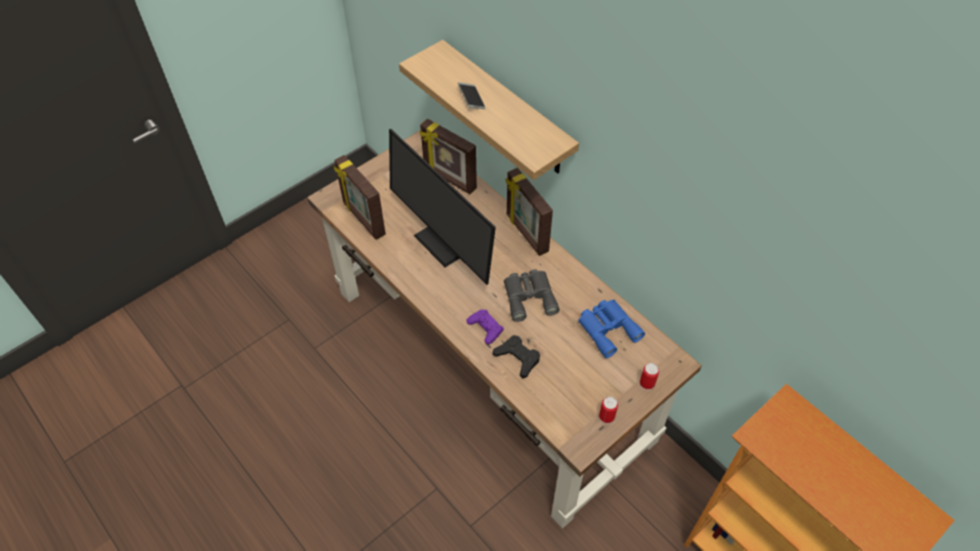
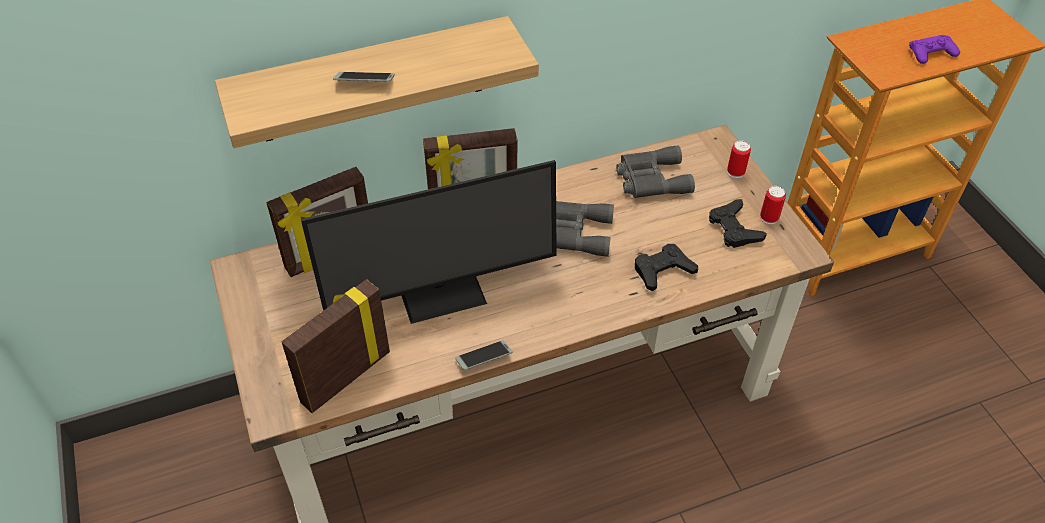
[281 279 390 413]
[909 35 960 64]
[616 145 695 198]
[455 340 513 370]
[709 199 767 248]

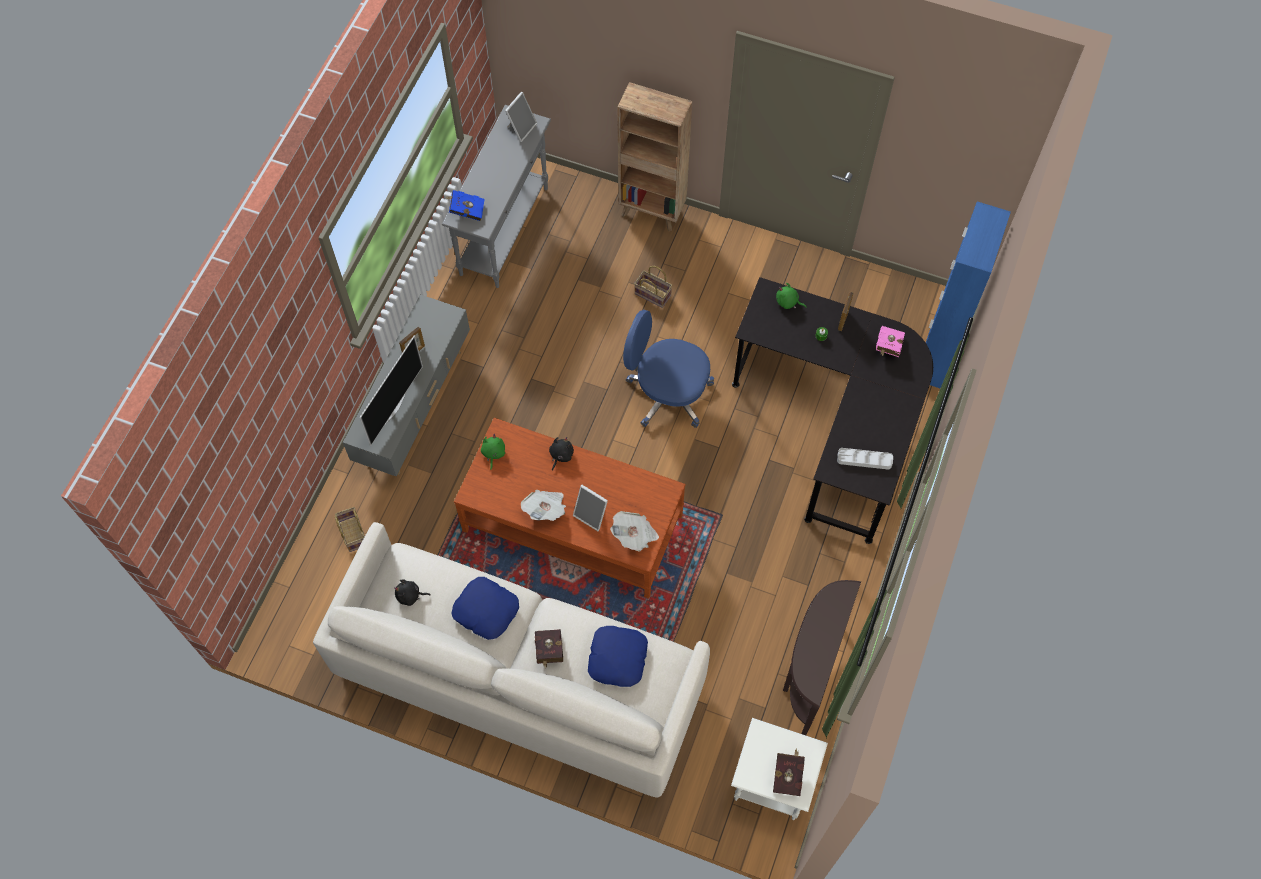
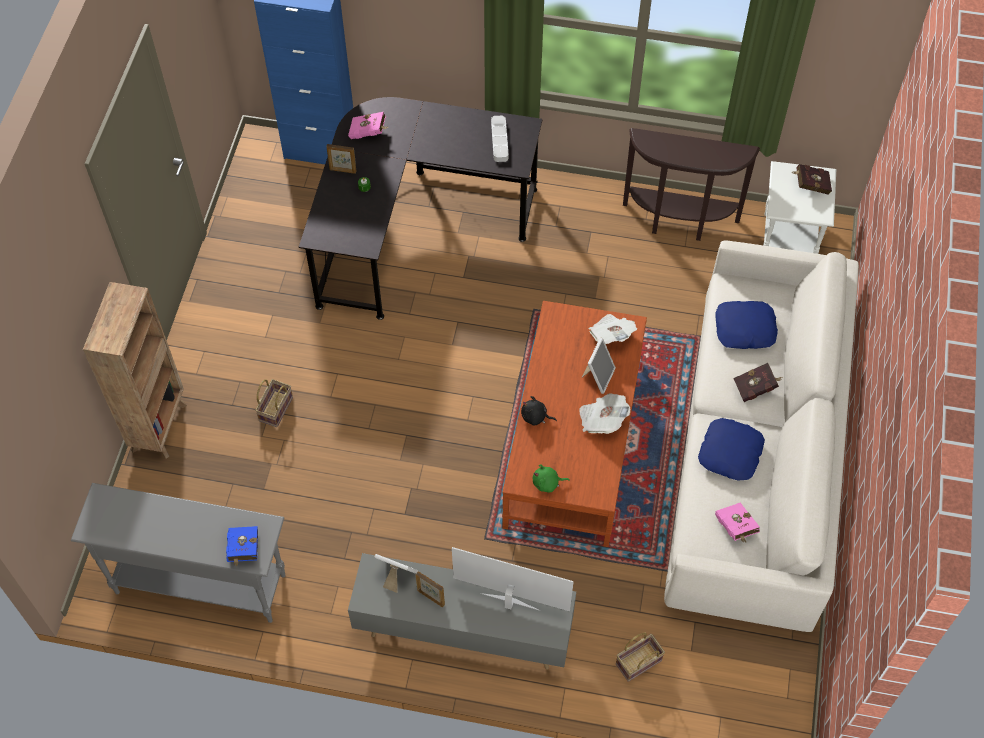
[715 503 760 543]
[374 554 418 593]
[623 310 714 428] (first image)
[776 283 807 309] (first image)

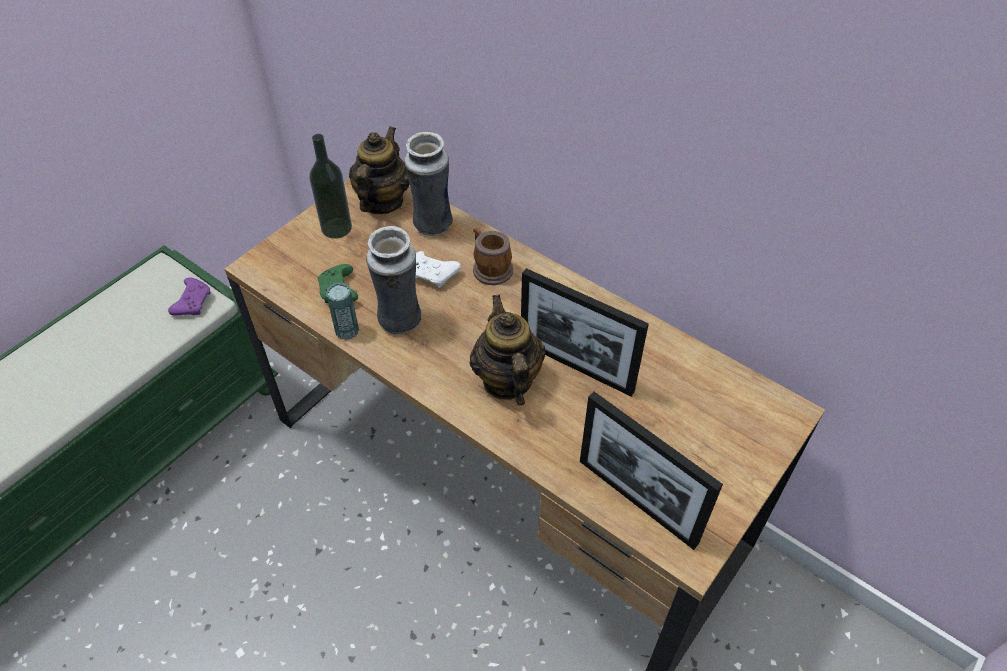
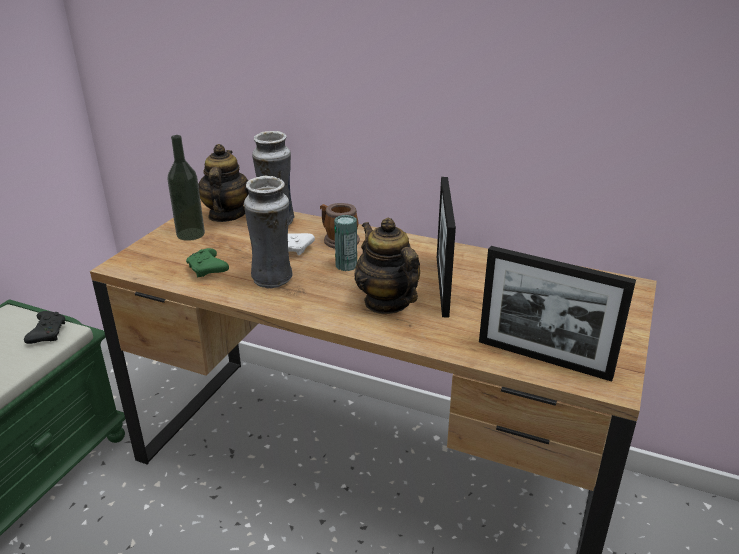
[24 311 65 344]
[334 215 357 271]
[437 177 456 317]

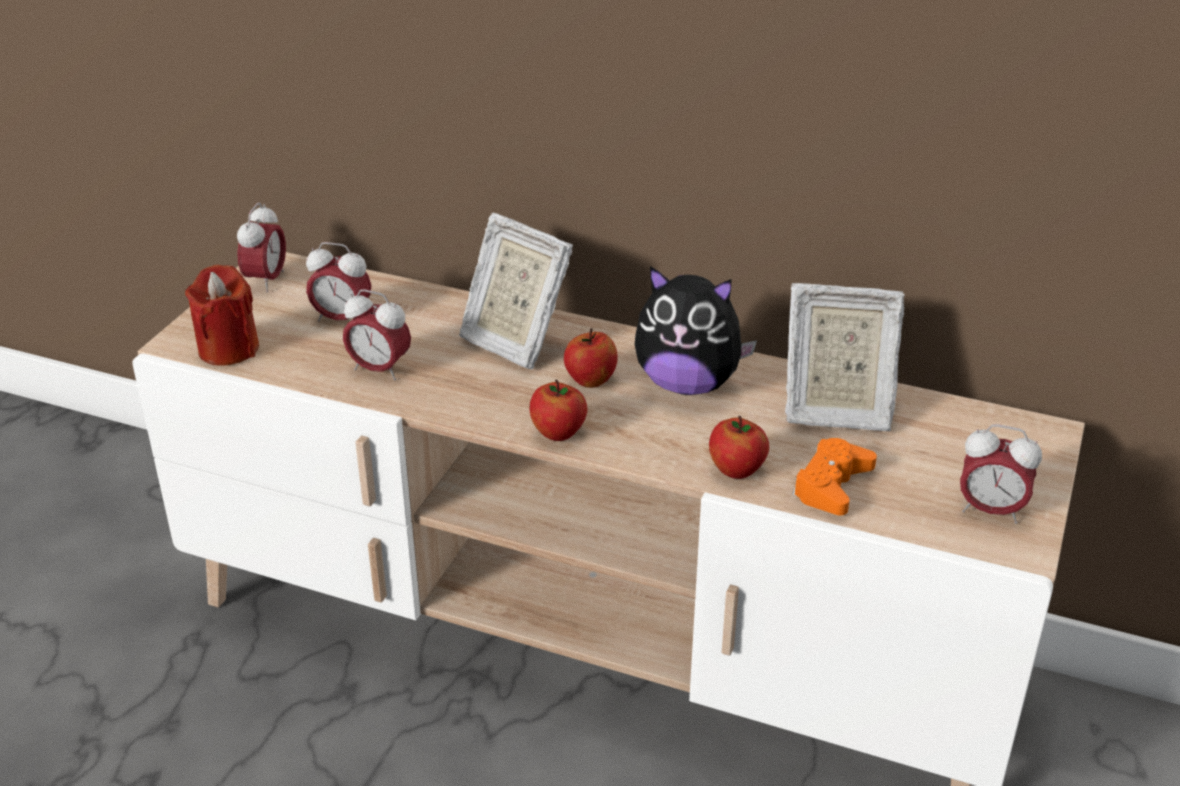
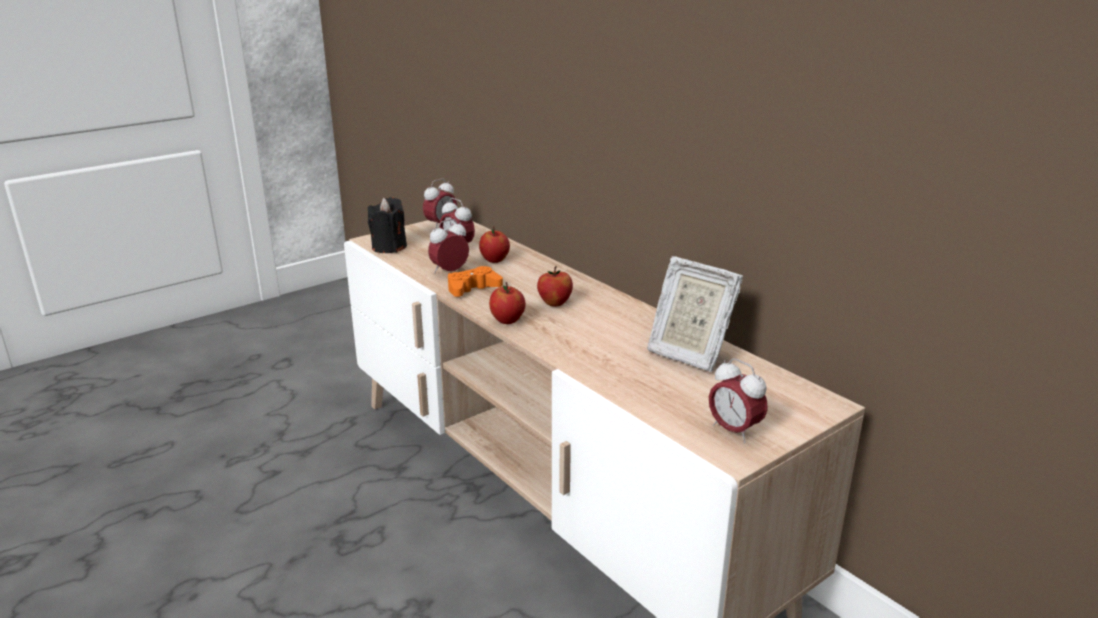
[368 197 407 253]
[428 219 469 273]
[459 213 573 370] (first image)
[635 266 757 395] (first image)
[479 226 510 263]
[448 266 503 297]

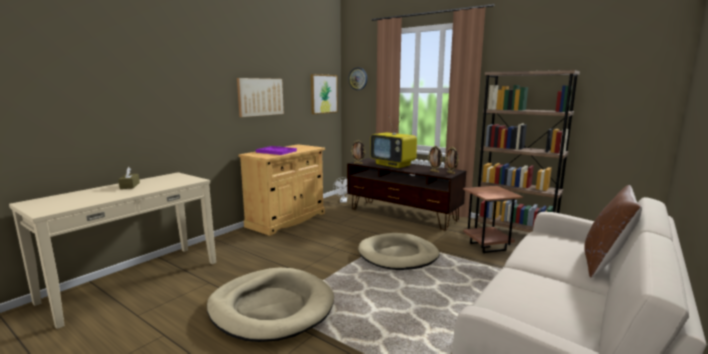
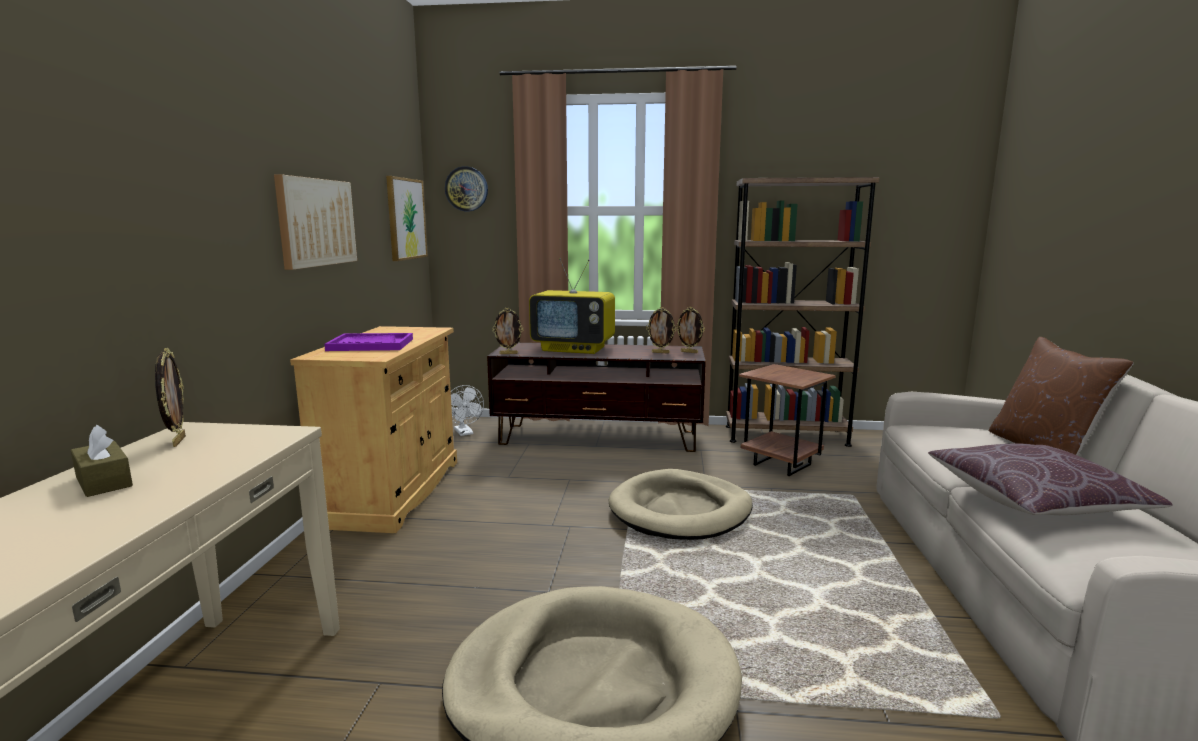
[155 348 186 447]
[928 444 1172 515]

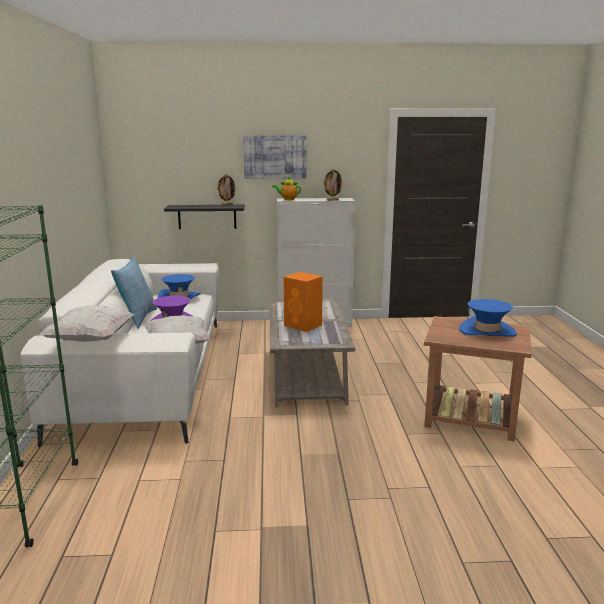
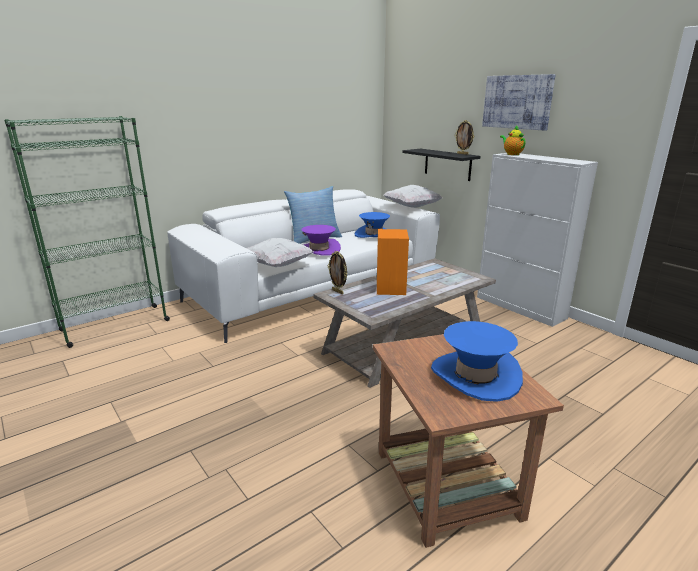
[384 185 442 208]
[328 251 347 294]

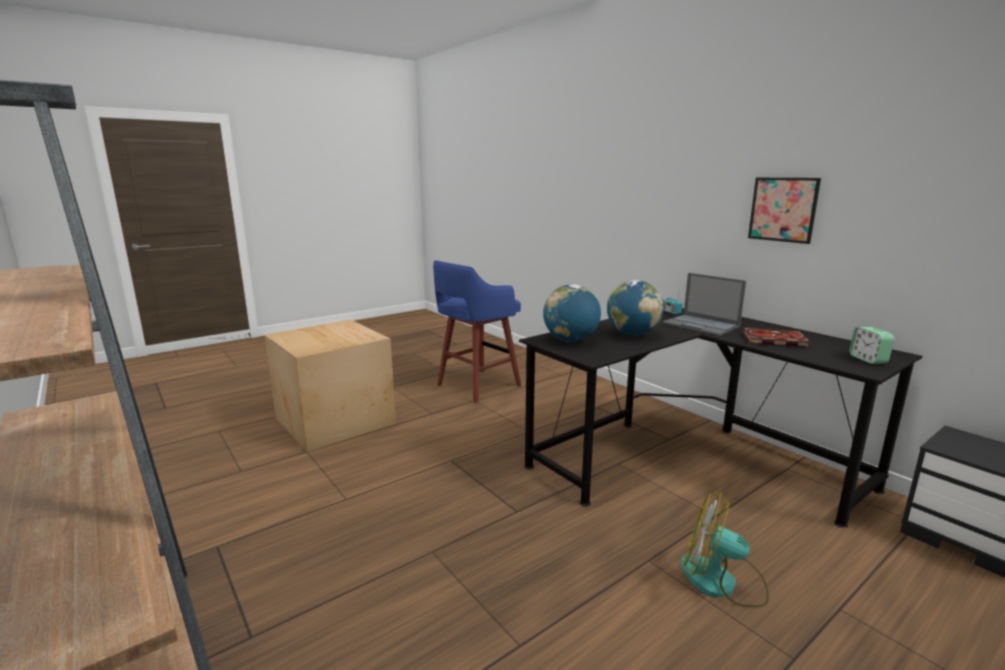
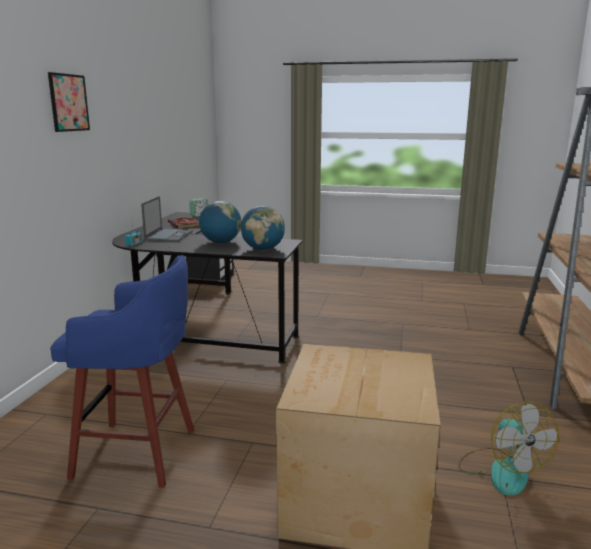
[458 401 559 496]
[48 72 90 132]

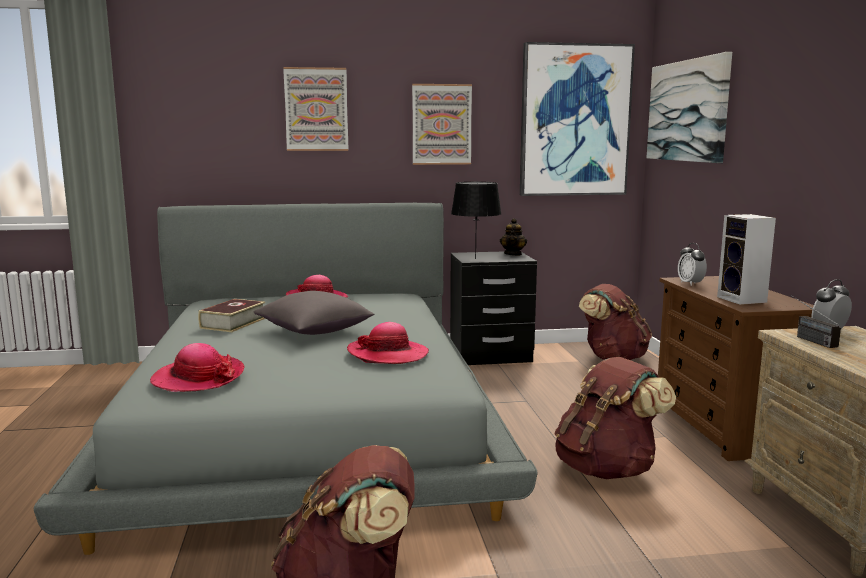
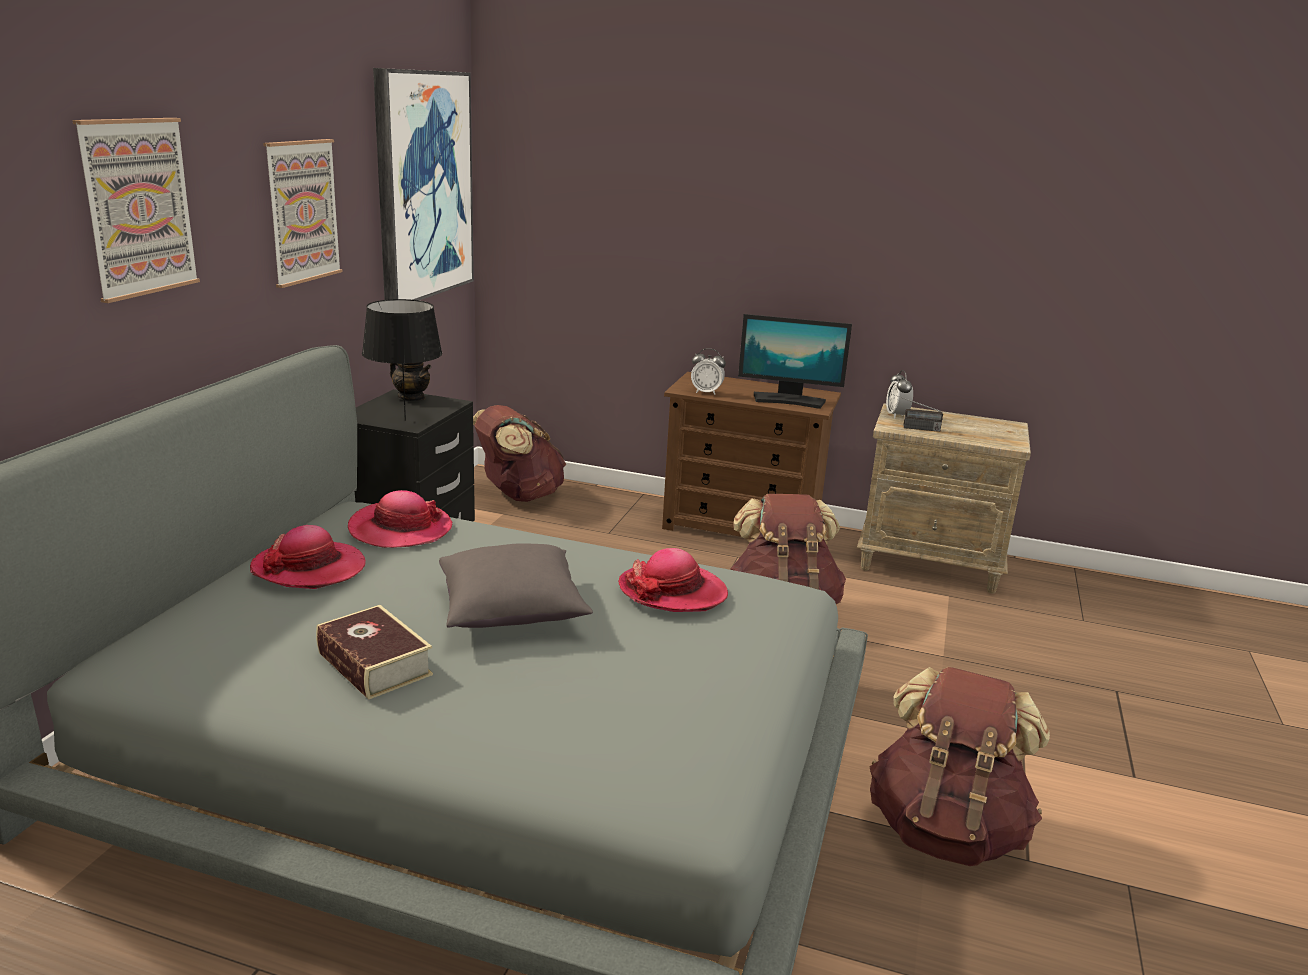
[348 490 453 548]
[647 52 732 163] (first image)
[738 314 852 409]

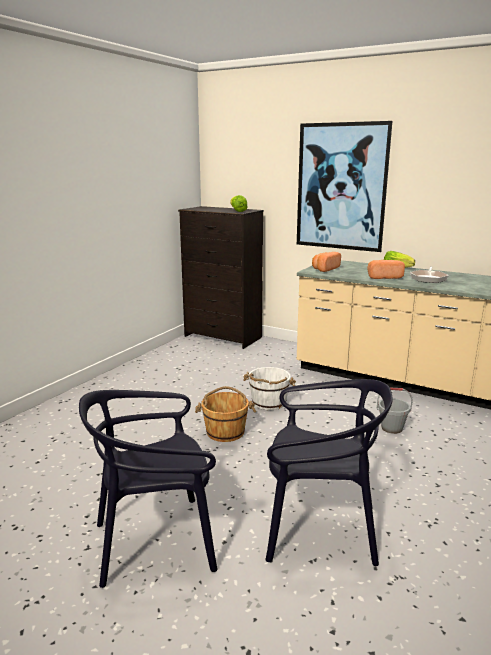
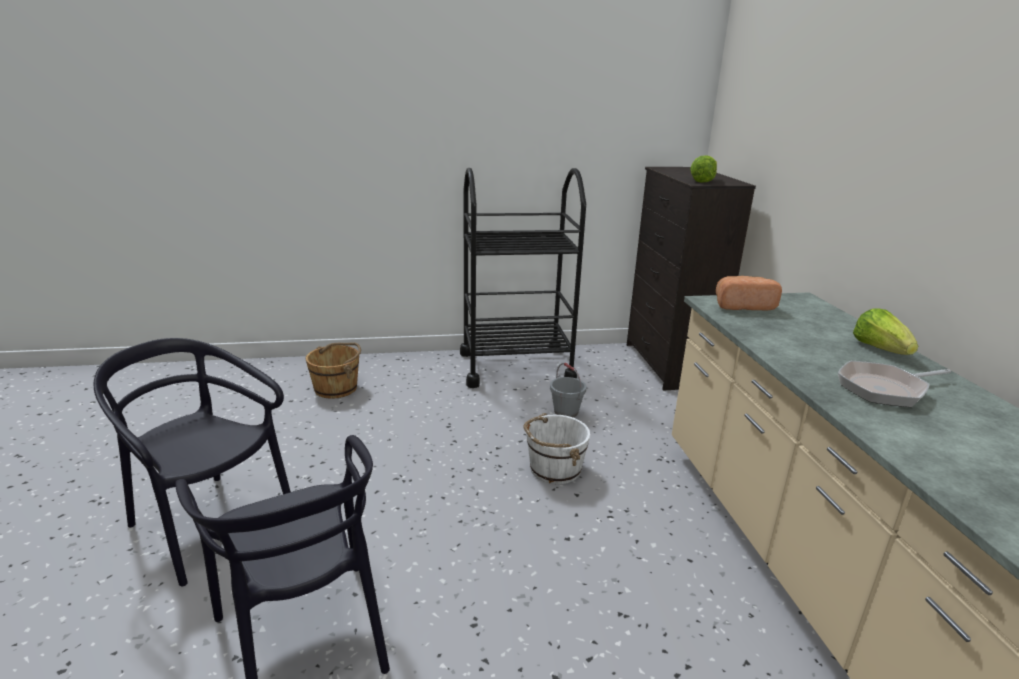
[306 342 361 399]
[297 121 392 252] (first image)
[367 260 405 279] (first image)
[550 363 586 417]
[460 168 586 388]

